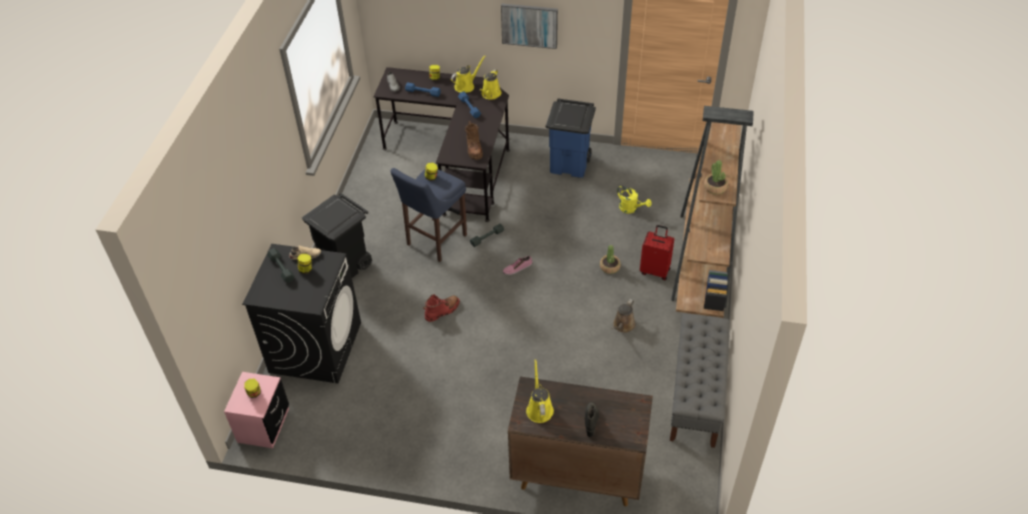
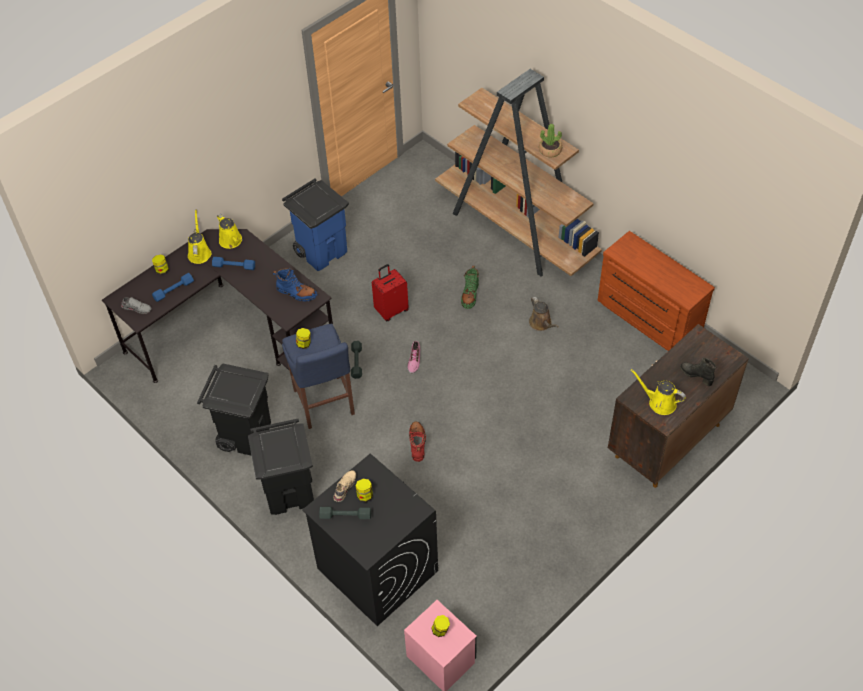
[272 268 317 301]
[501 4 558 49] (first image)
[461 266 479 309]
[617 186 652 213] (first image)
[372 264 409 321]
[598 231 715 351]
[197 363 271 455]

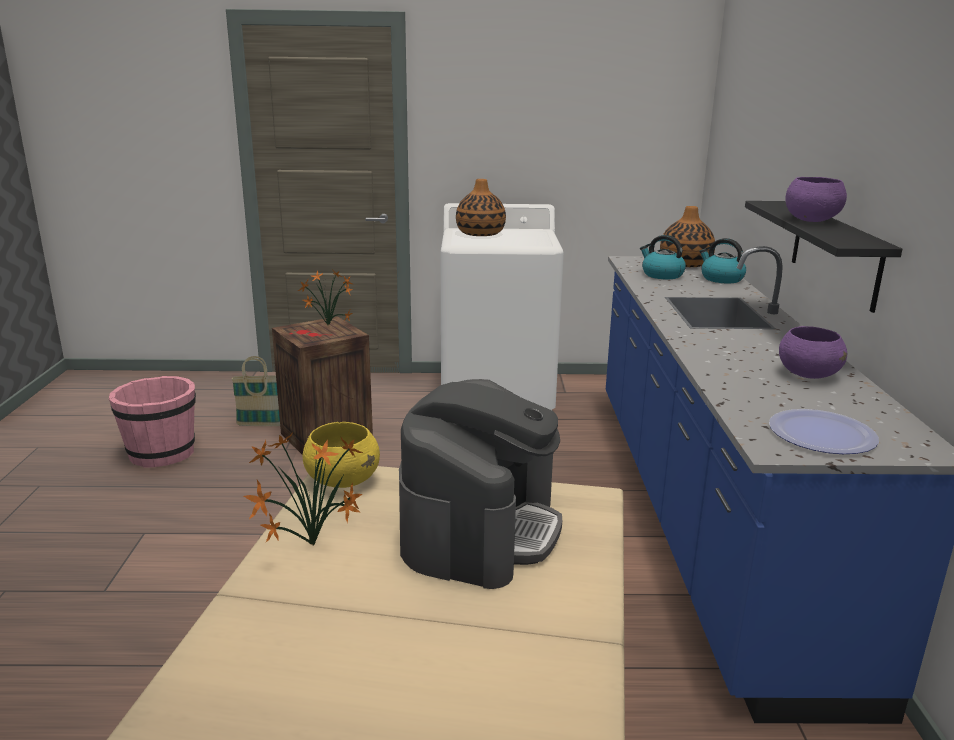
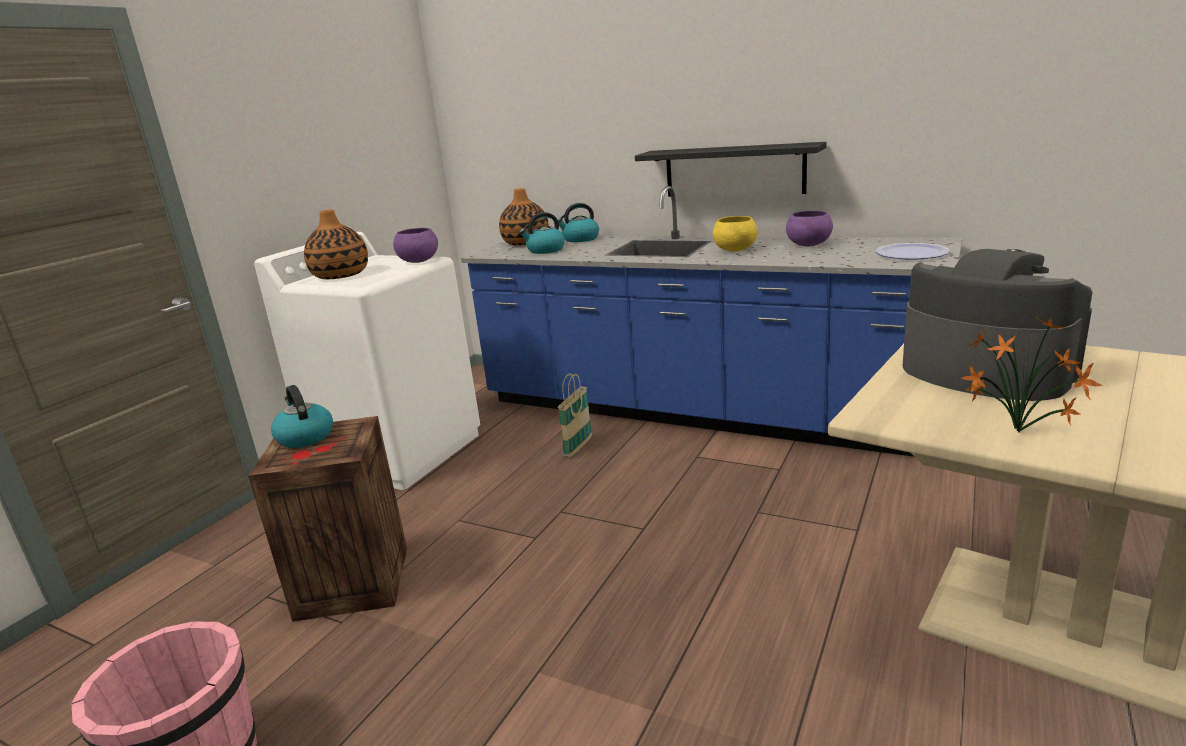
[558 373 592 457]
[271 385 333 448]
[713 216 758 252]
[393 228 438 263]

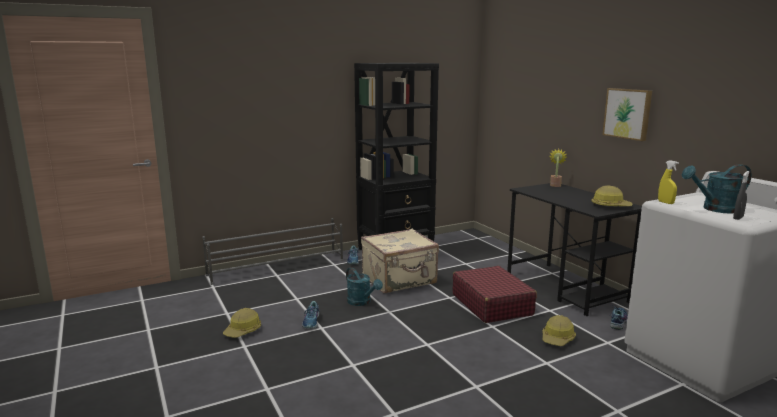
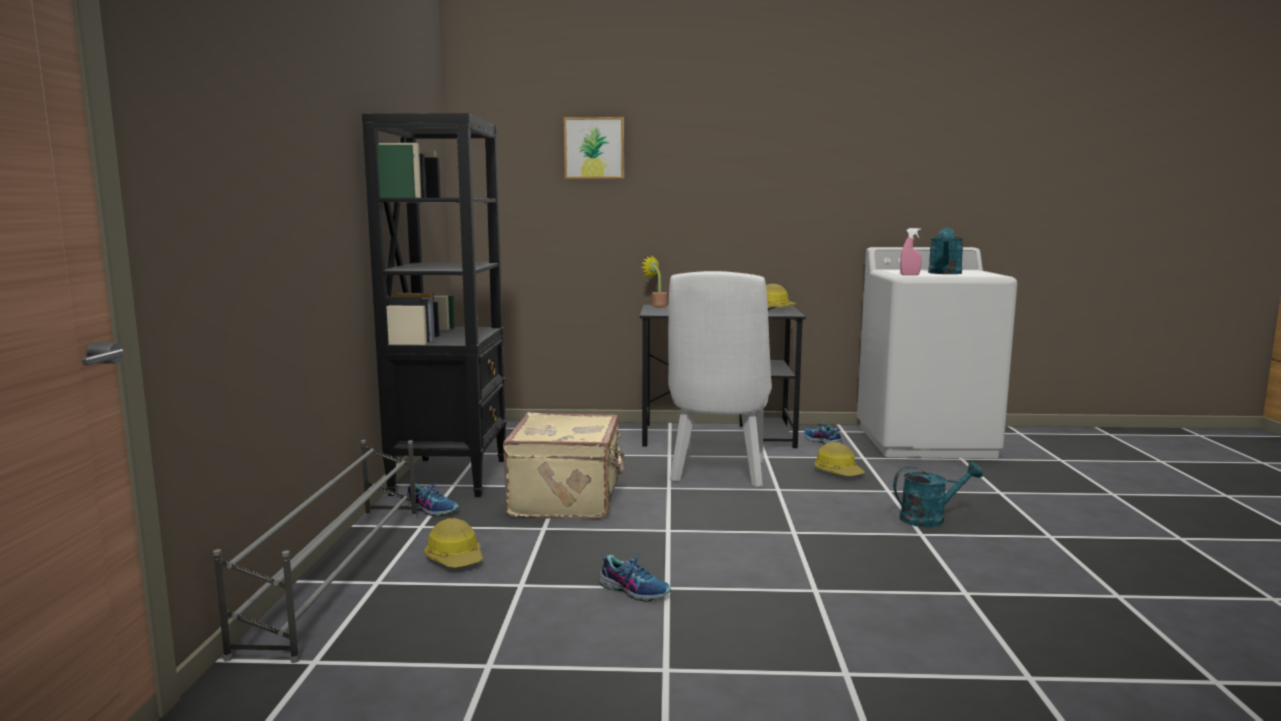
[424 518 483 568]
[893 462 983 527]
[668 271 772 487]
[564 117 624 179]
[900 228 922 275]
[733 171 749 220] (first image)

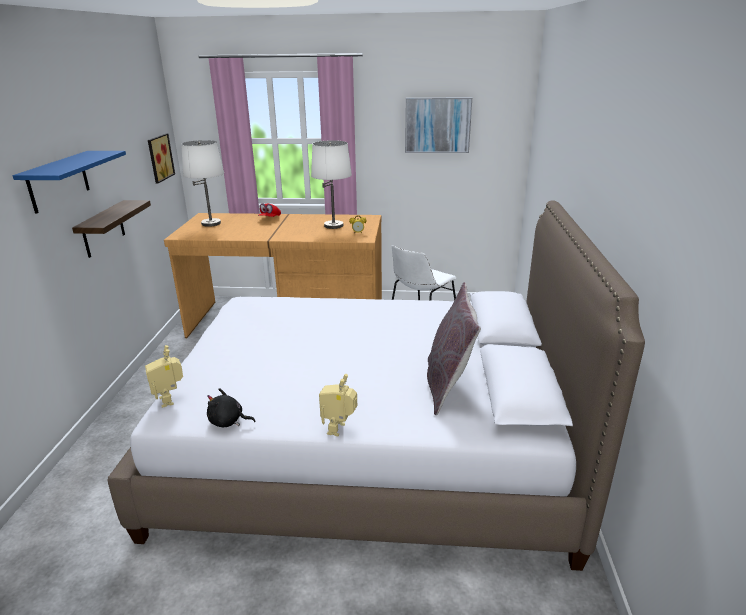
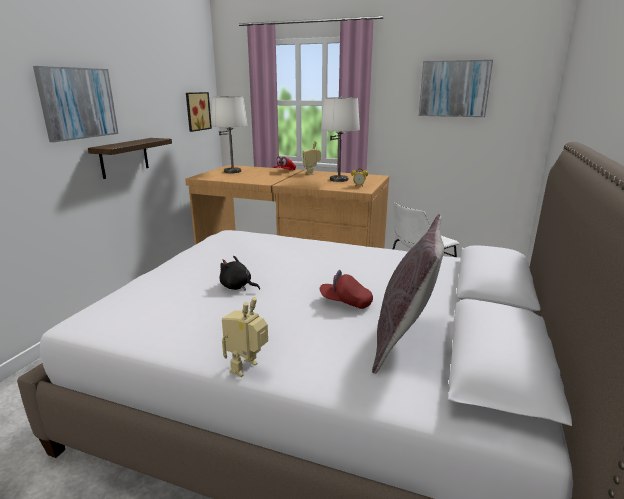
[33 66 118 142]
[303 141 321 175]
[219 256 260 291]
[320 270 373 309]

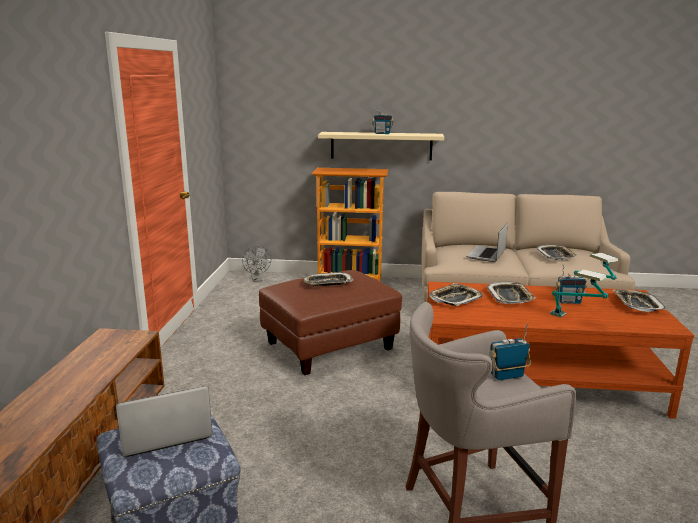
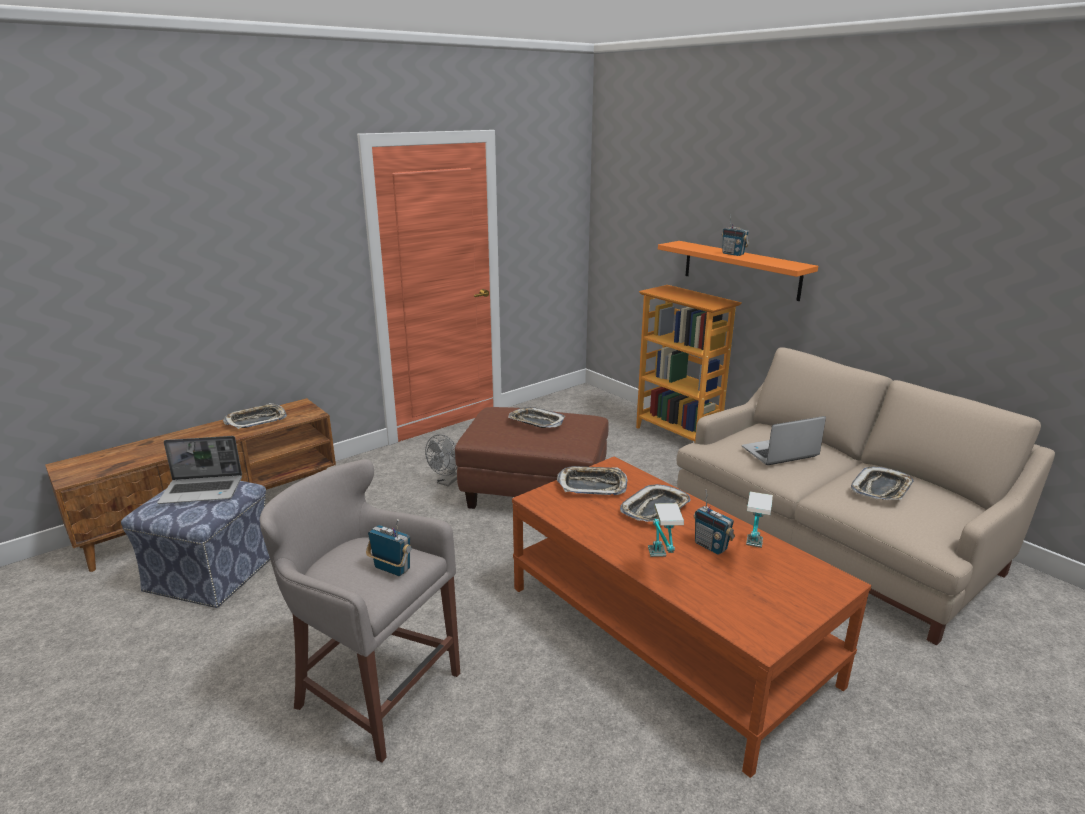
[157 436 242 504]
[425 434 458 486]
[658 241 818 301]
[223 403 287 429]

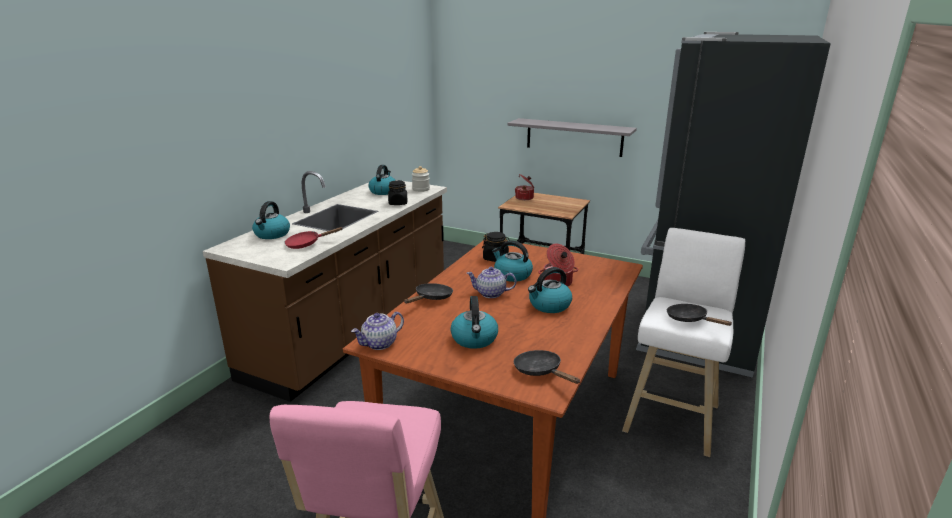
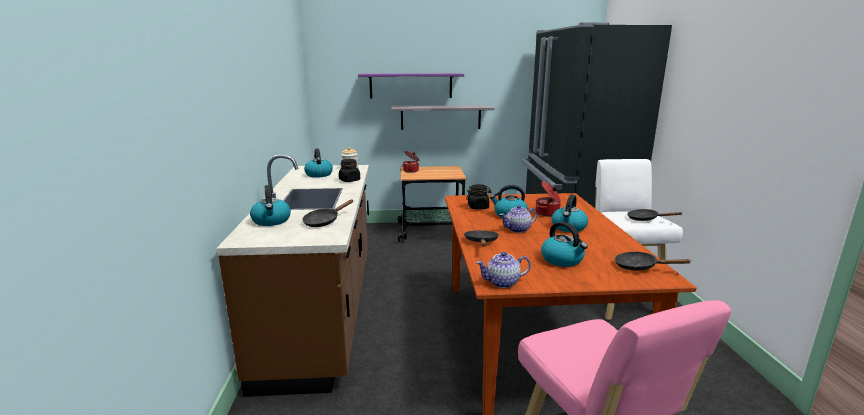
[302 200 353 227]
[476 252 531 288]
[358 73 464 98]

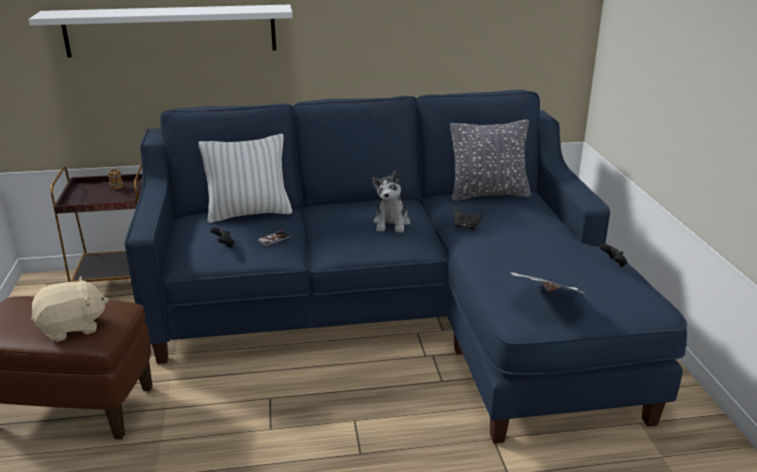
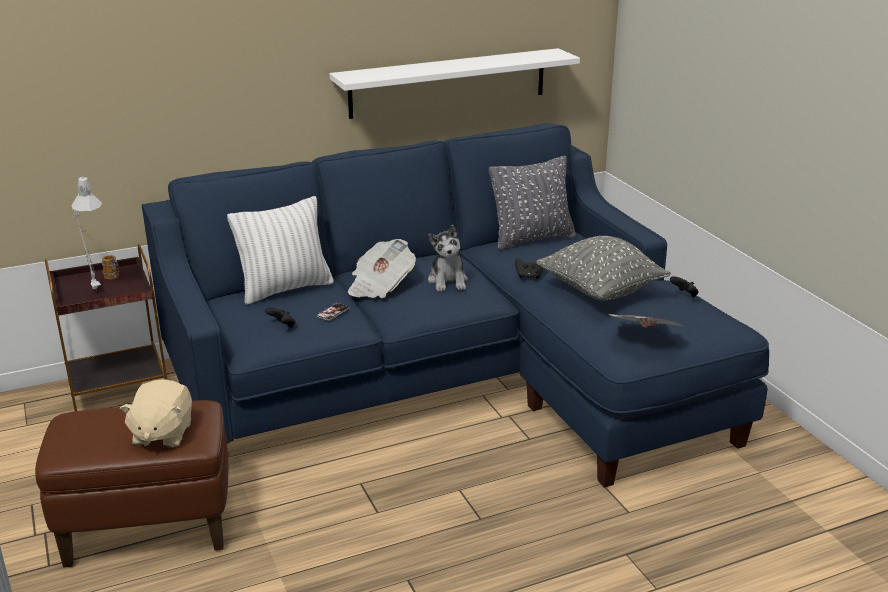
[329 48 580 119]
[120 379 192 448]
[71 176 102 291]
[348 239 416 298]
[536 236 671 301]

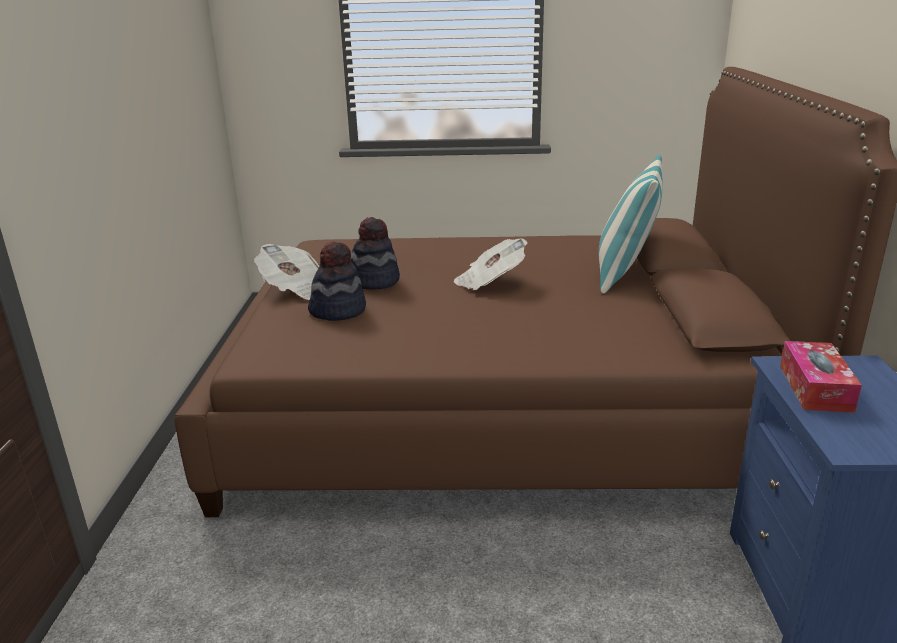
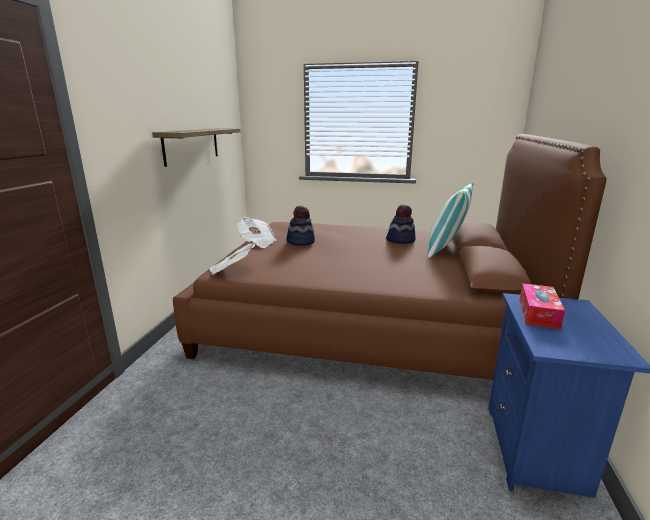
[386 204 416 244]
[210 243 255 275]
[152 128 240 167]

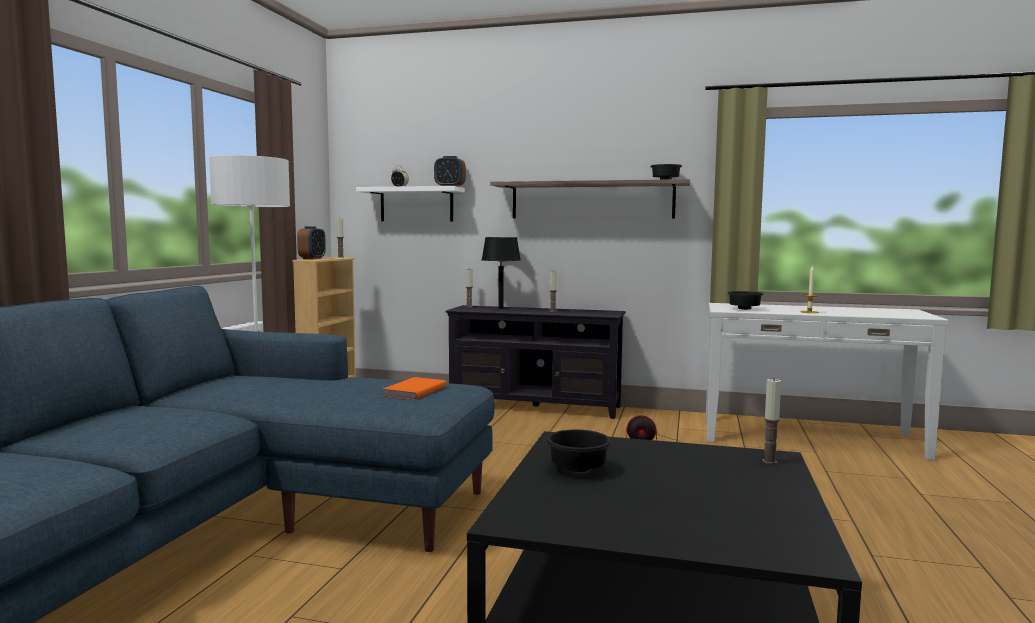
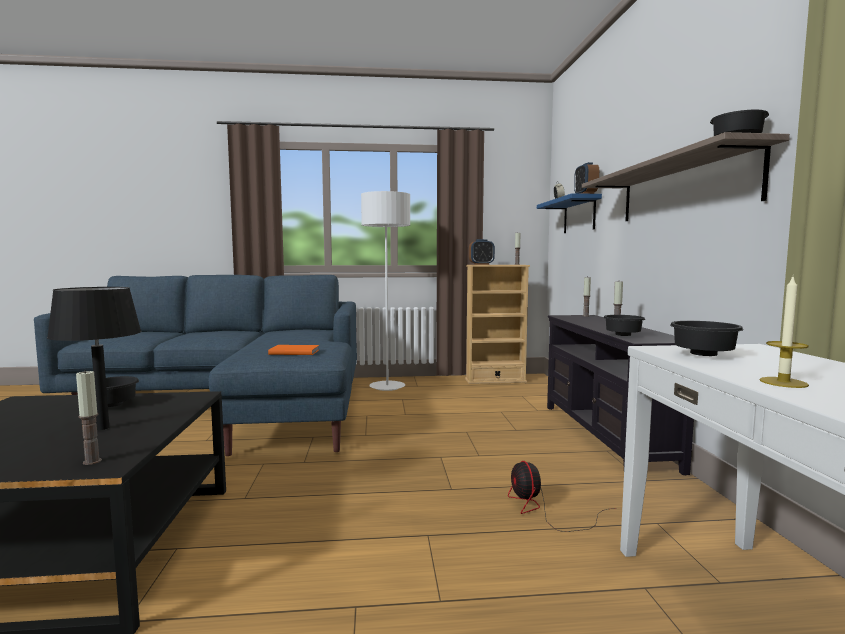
[537 193 602 233]
[47 287 142 430]
[603 315 645 336]

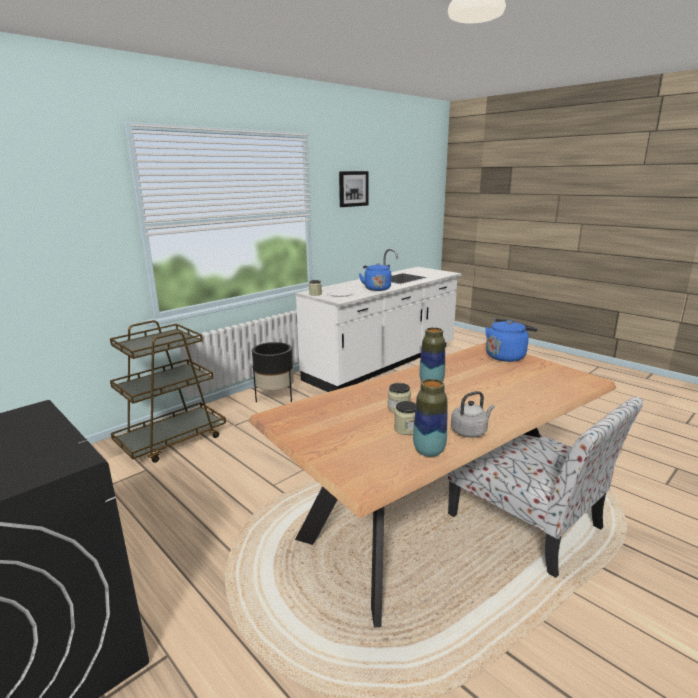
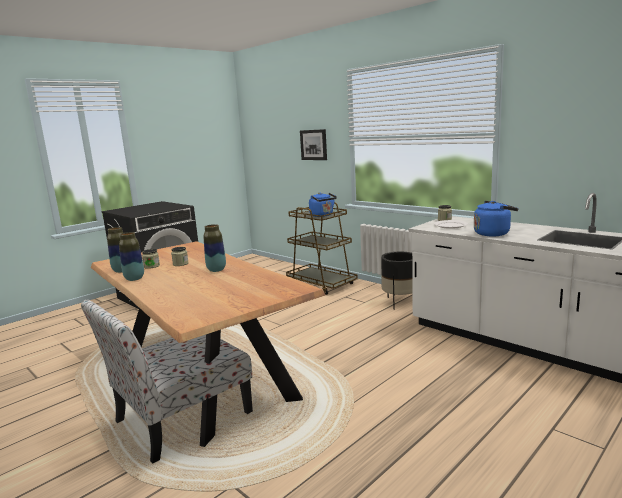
[300 129 327 160]
[119 232 144 281]
[309 193 337 217]

